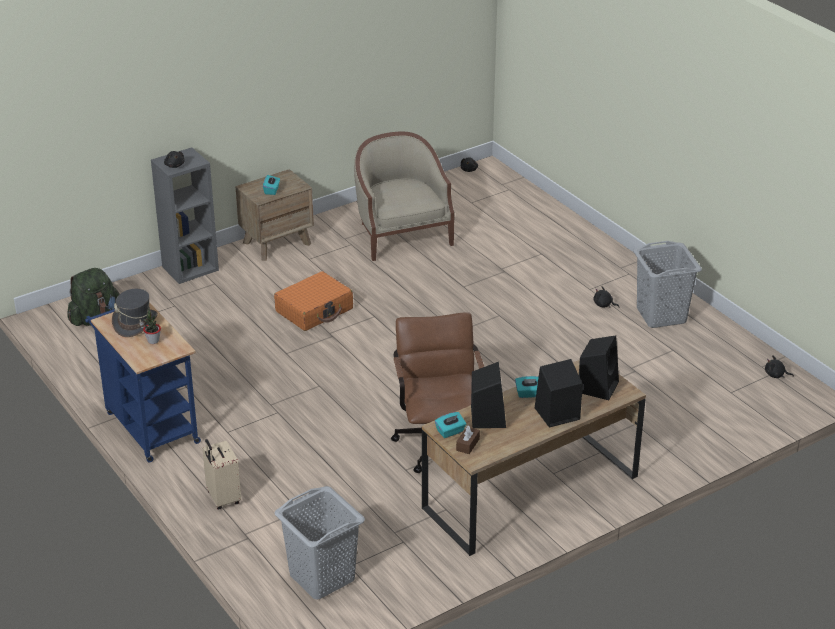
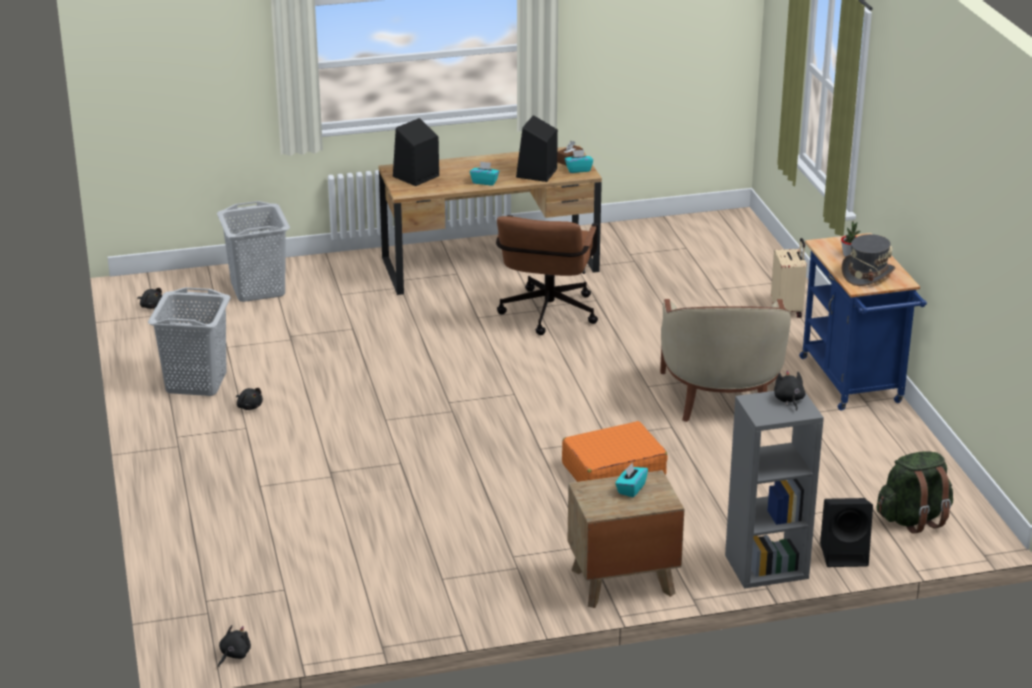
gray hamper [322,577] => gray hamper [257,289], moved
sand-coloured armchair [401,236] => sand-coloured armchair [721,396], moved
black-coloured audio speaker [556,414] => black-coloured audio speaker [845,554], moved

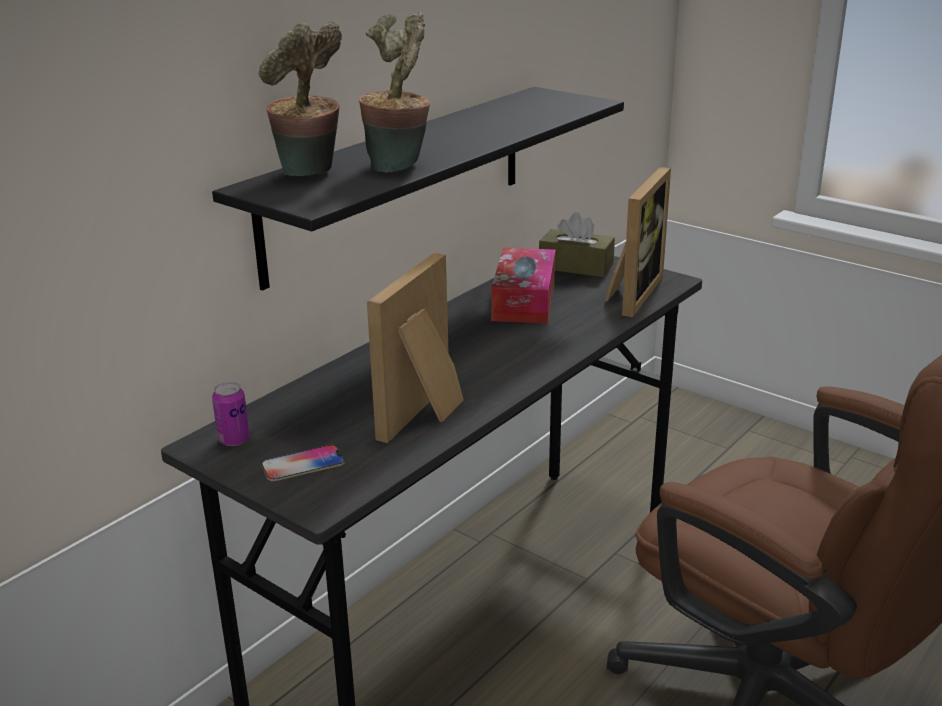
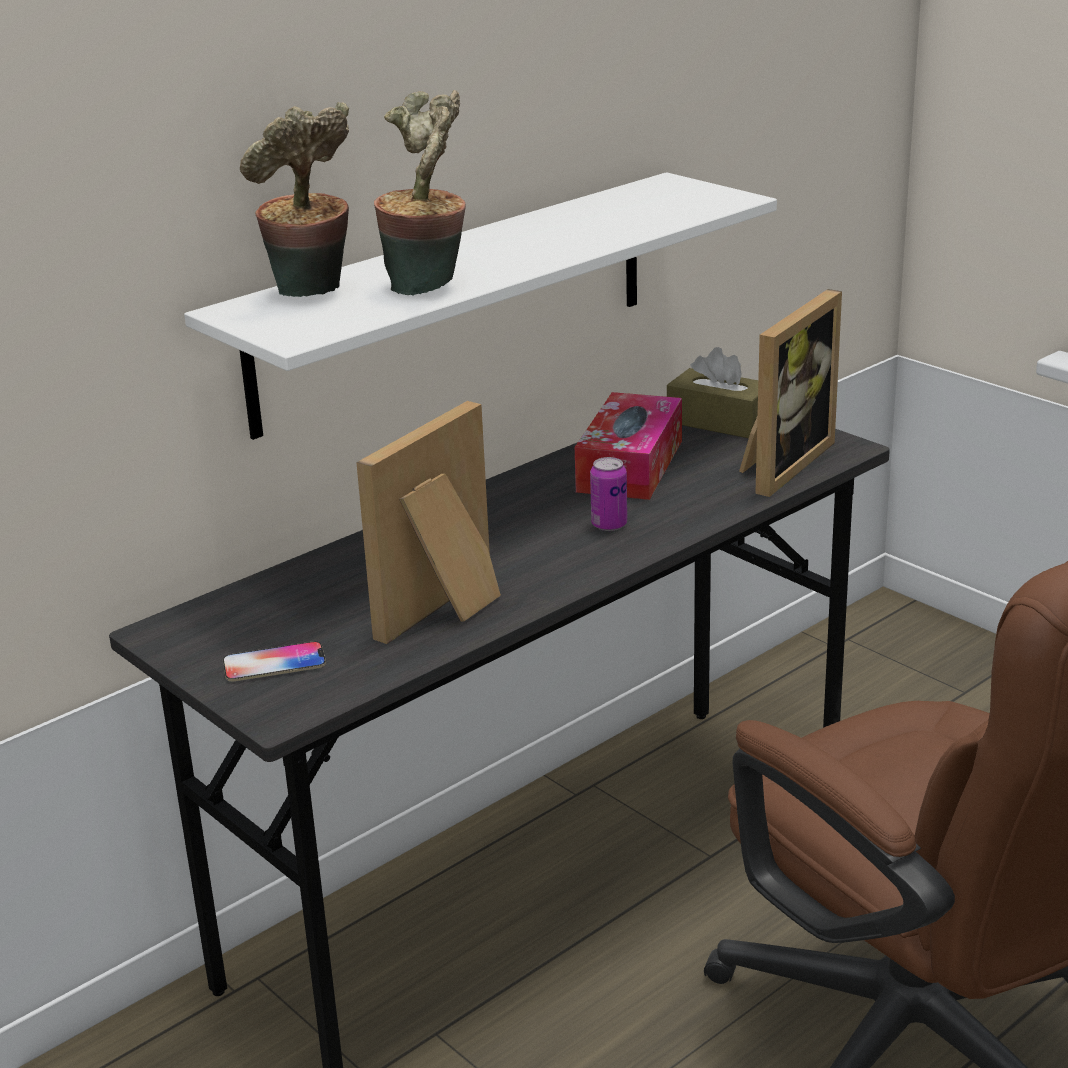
black-coloured shelf [399,181] => white-coloured shelf [454,301]
sealed can [234,440] => sealed can [609,525], moved

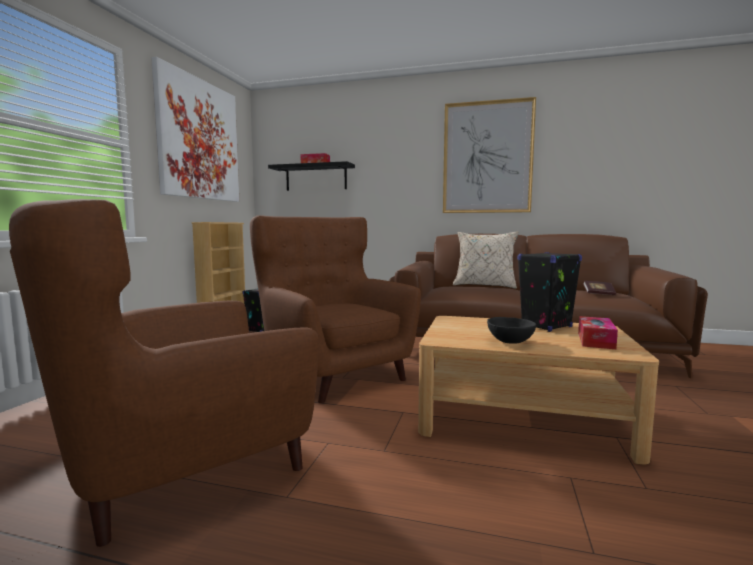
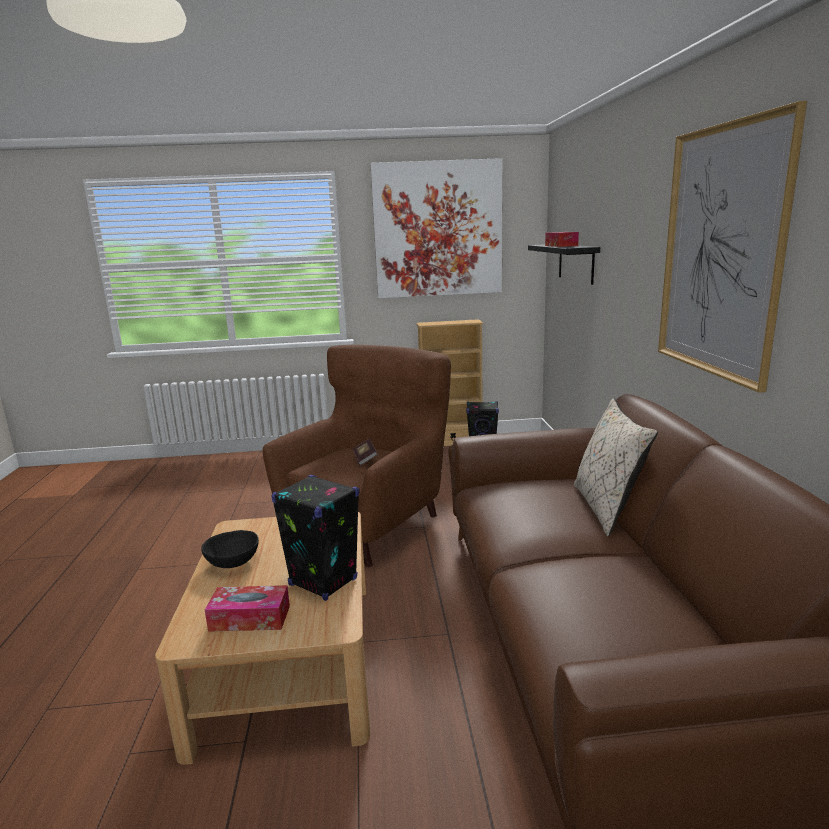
volume [598,294] => volume [365,458], moved
brown-coloured armchair [180,467] => nothing

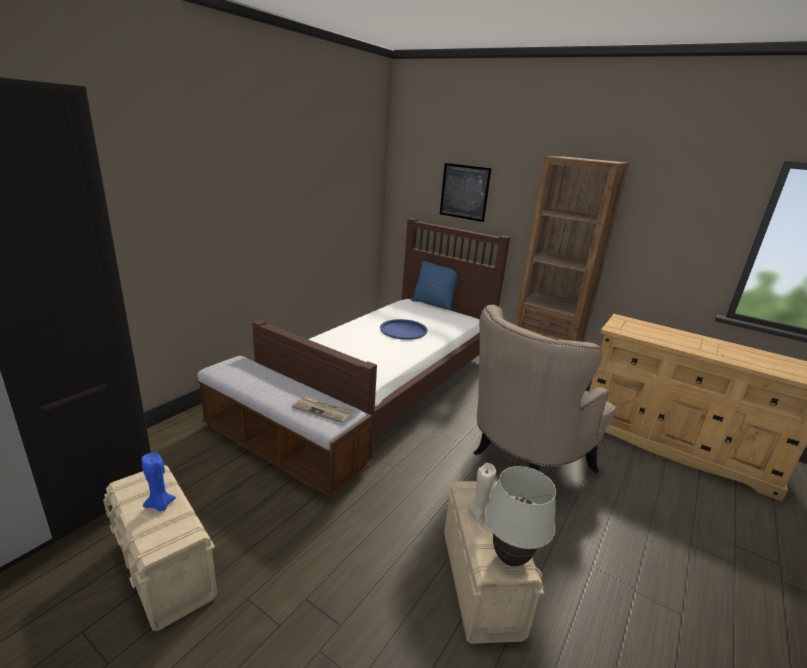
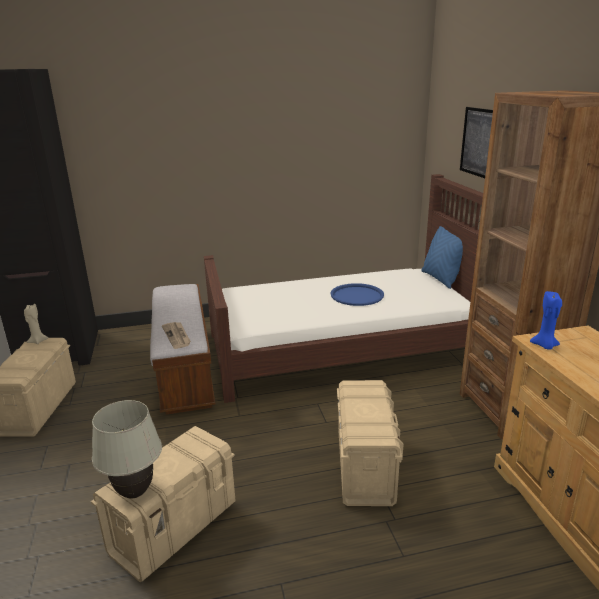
sand-coloured wax light [478,513] => sand-coloured wax light [37,341], moved
sand-coloured armchair [523,460] => sand-coloured storage bin [365,466]
blue wax light [160,505] => blue wax light [544,346], moved

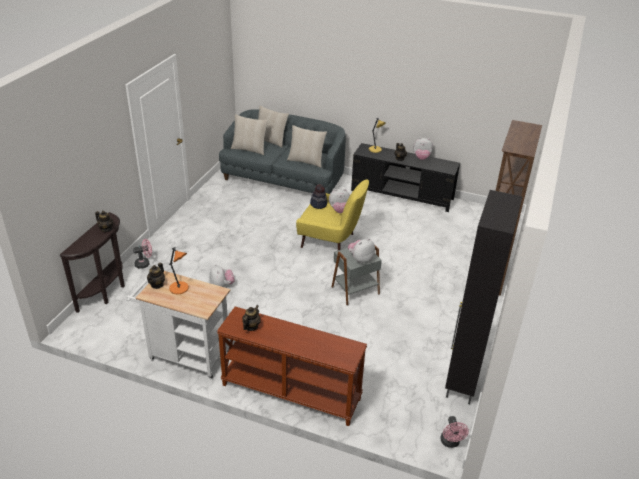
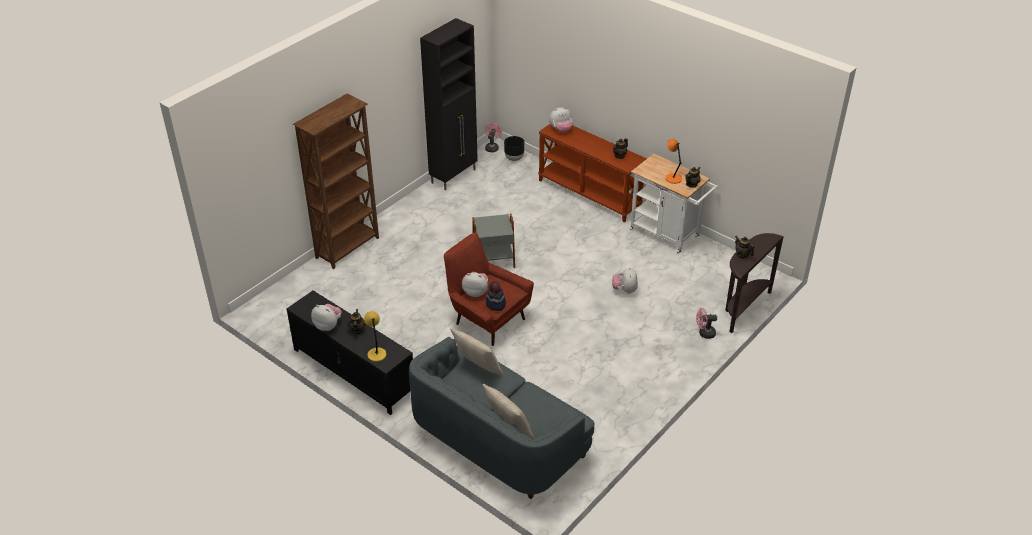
yellow armchair [331,241] => red-coloured armchair [487,319]
nothing => black-coloured planter [514,158]
soft toy [360,259] => soft toy [561,130], moved
sand-coloured throw pillow [249,149] => nothing

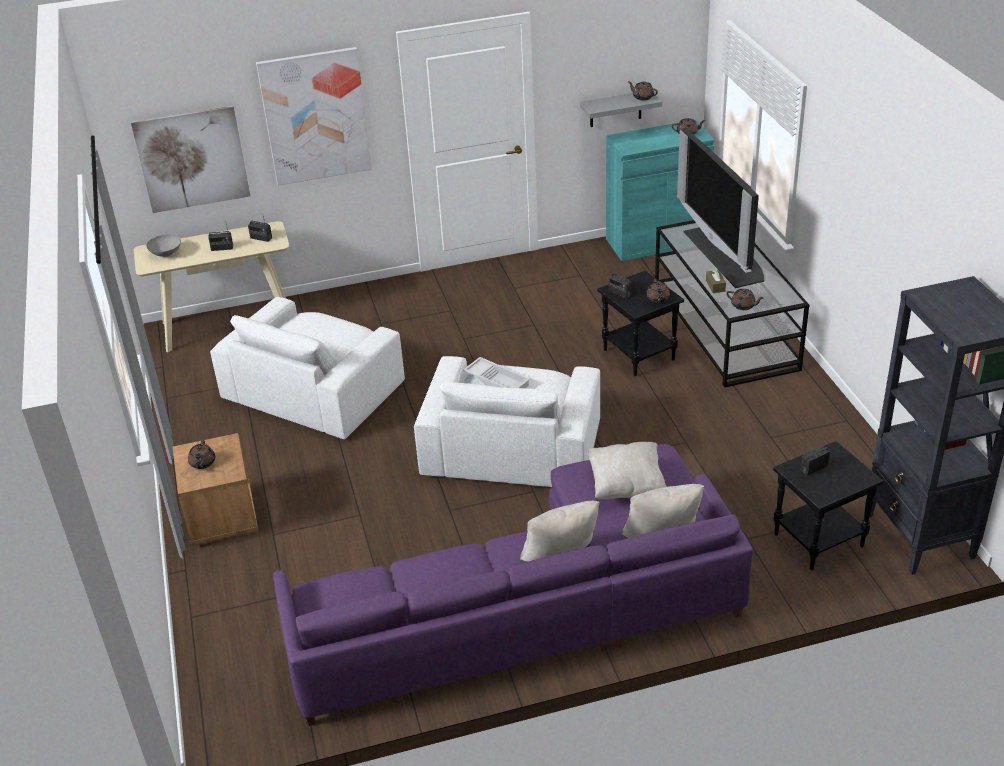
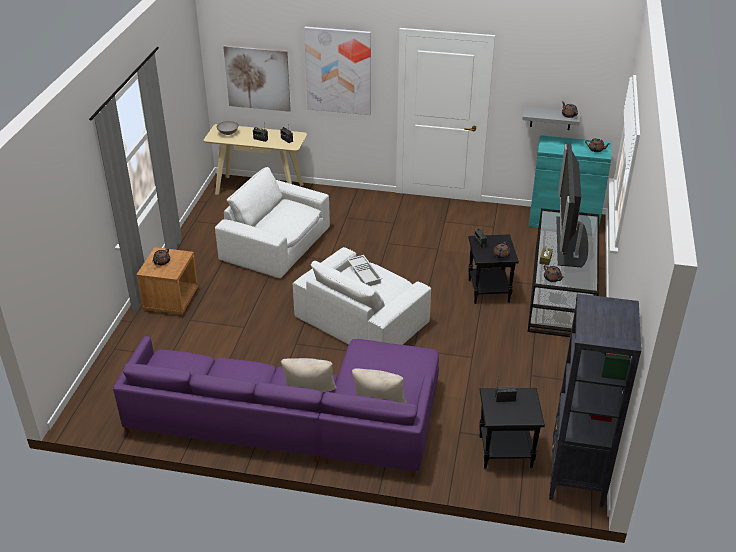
white-coloured armchair [314,389] => white-coloured armchair [277,244], 60 degrees clockwise
sand-coloured throw pillow [626,485] => nothing

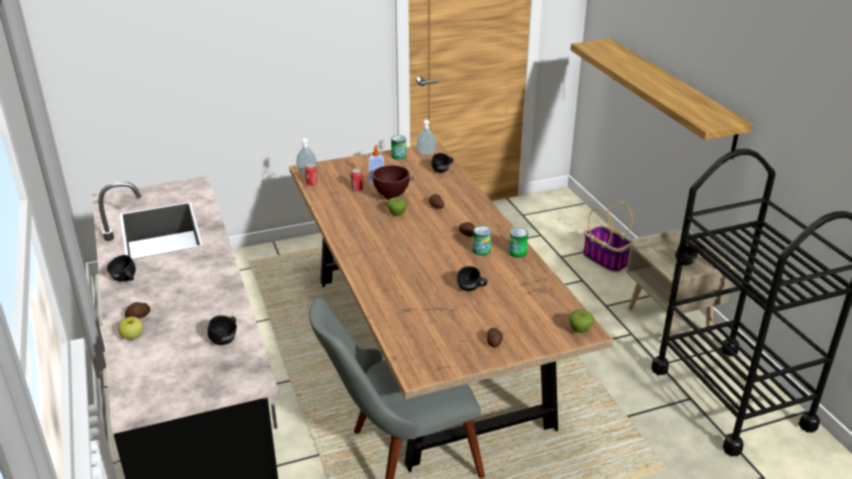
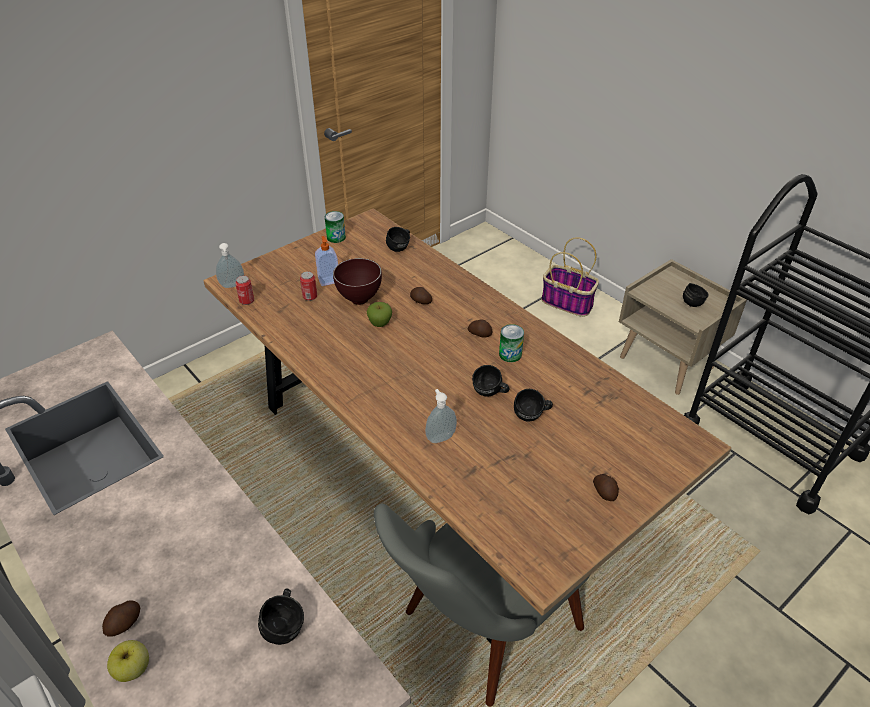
soap dispenser [426,153] => soap dispenser [440,437], moved
black-coloured coffee mug [124,280] => black-coloured coffee mug [490,393], moved
sealed can [517,252] => nothing
apple [579,330] => nothing
shelf [670,96] => nothing

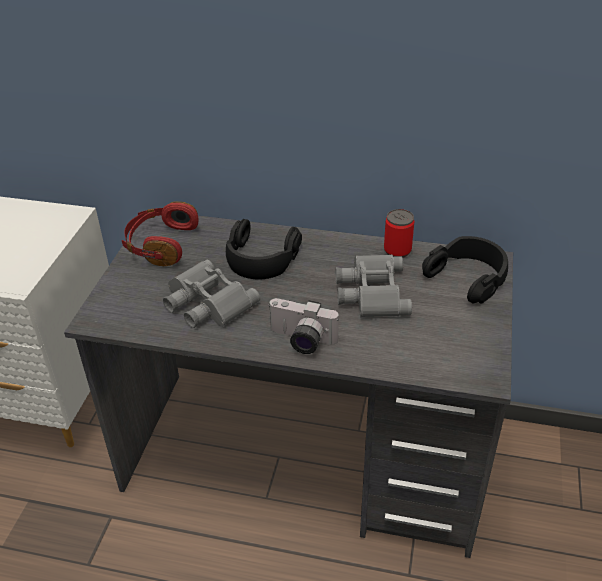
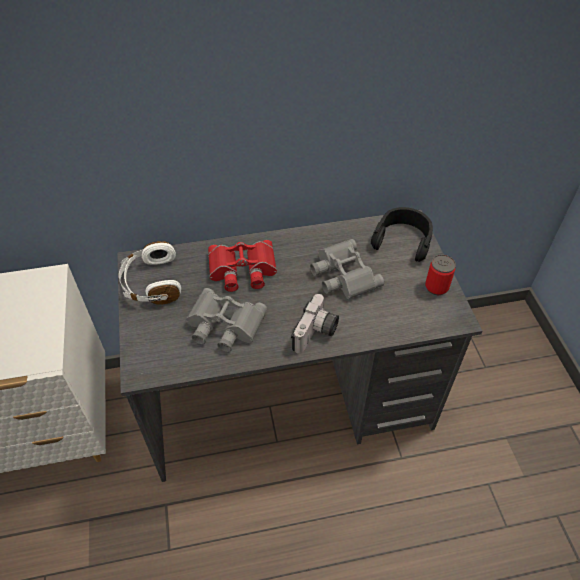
red-coloured headset [160,244] => white-coloured headset [151,283]
black-coloured headset [261,258] => red-coloured binoculars [242,270]
still camera [300,341] => still camera [316,334], 60 degrees counterclockwise
sealed can [397,250] => sealed can [436,287], moved

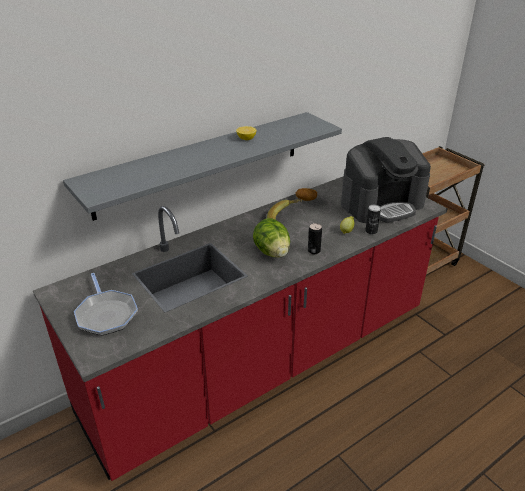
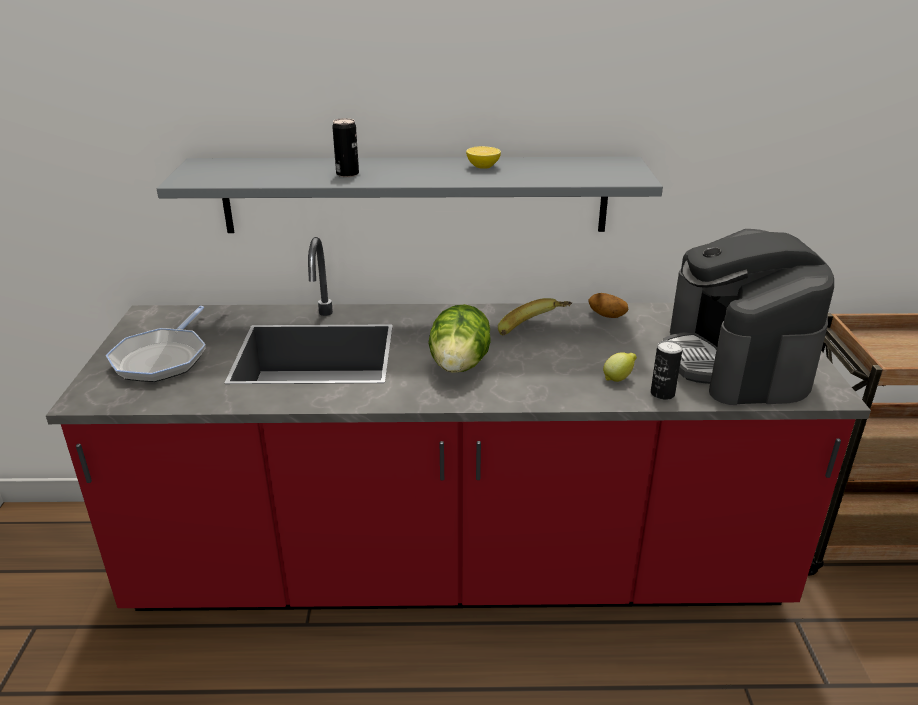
sealed can [314,251] => sealed can [347,174], moved
coffee machine [381,204] => coffee machine [735,361], 75 degrees clockwise

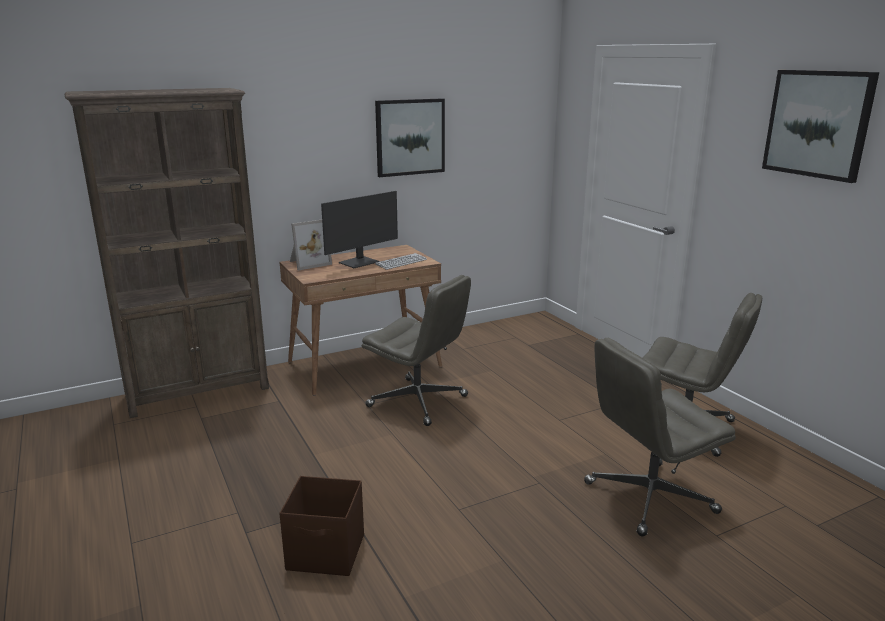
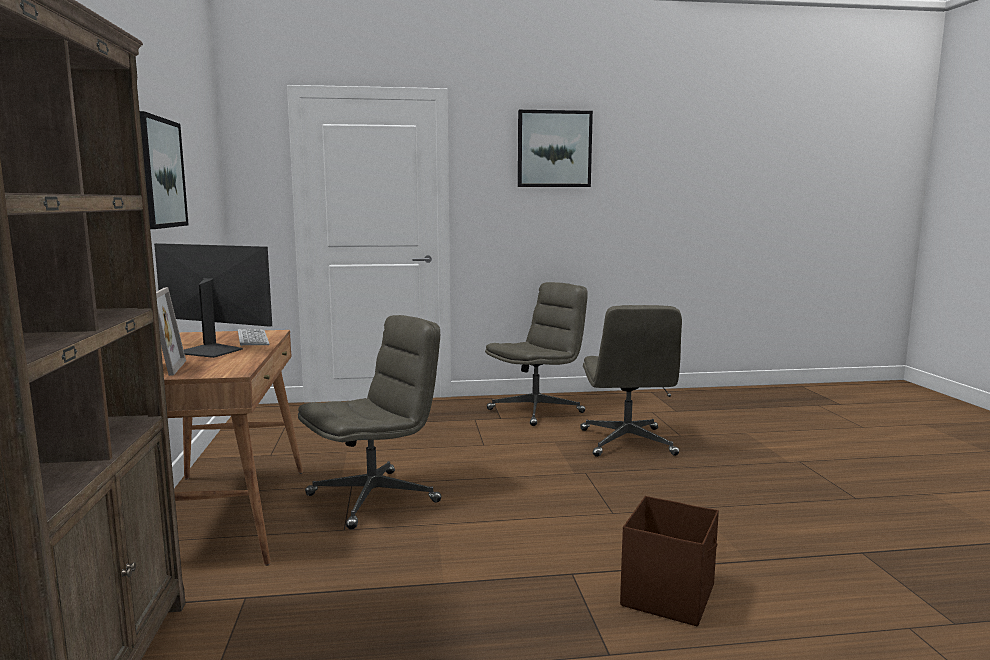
computer screen [360,262] => computer screen [210,351], 45 degrees counterclockwise

